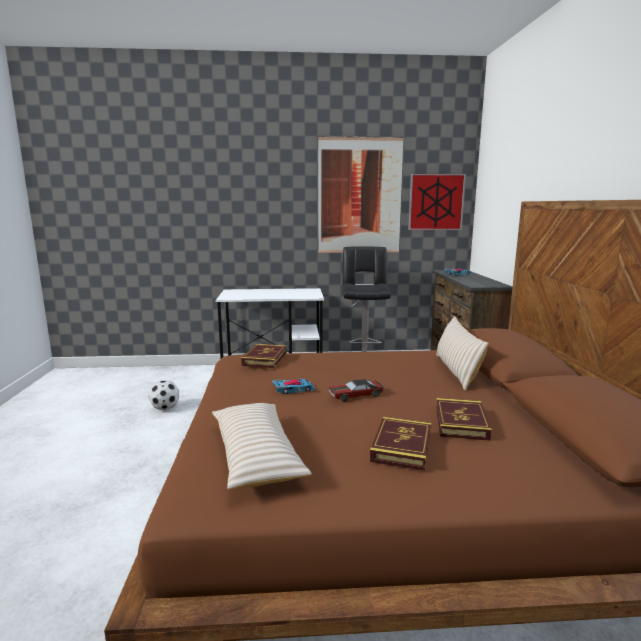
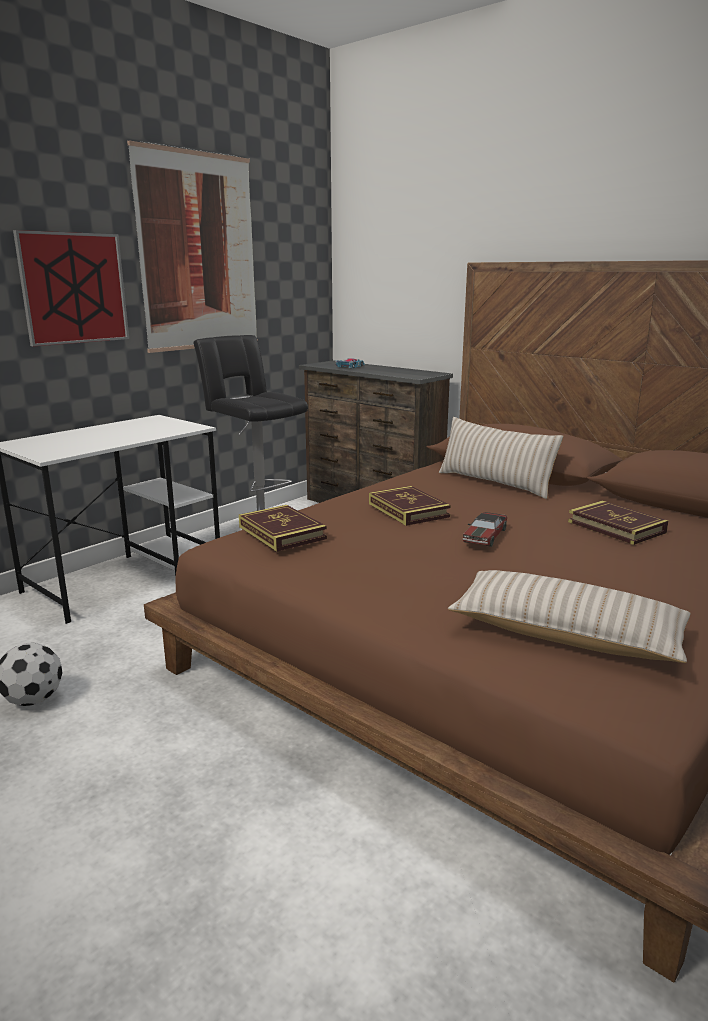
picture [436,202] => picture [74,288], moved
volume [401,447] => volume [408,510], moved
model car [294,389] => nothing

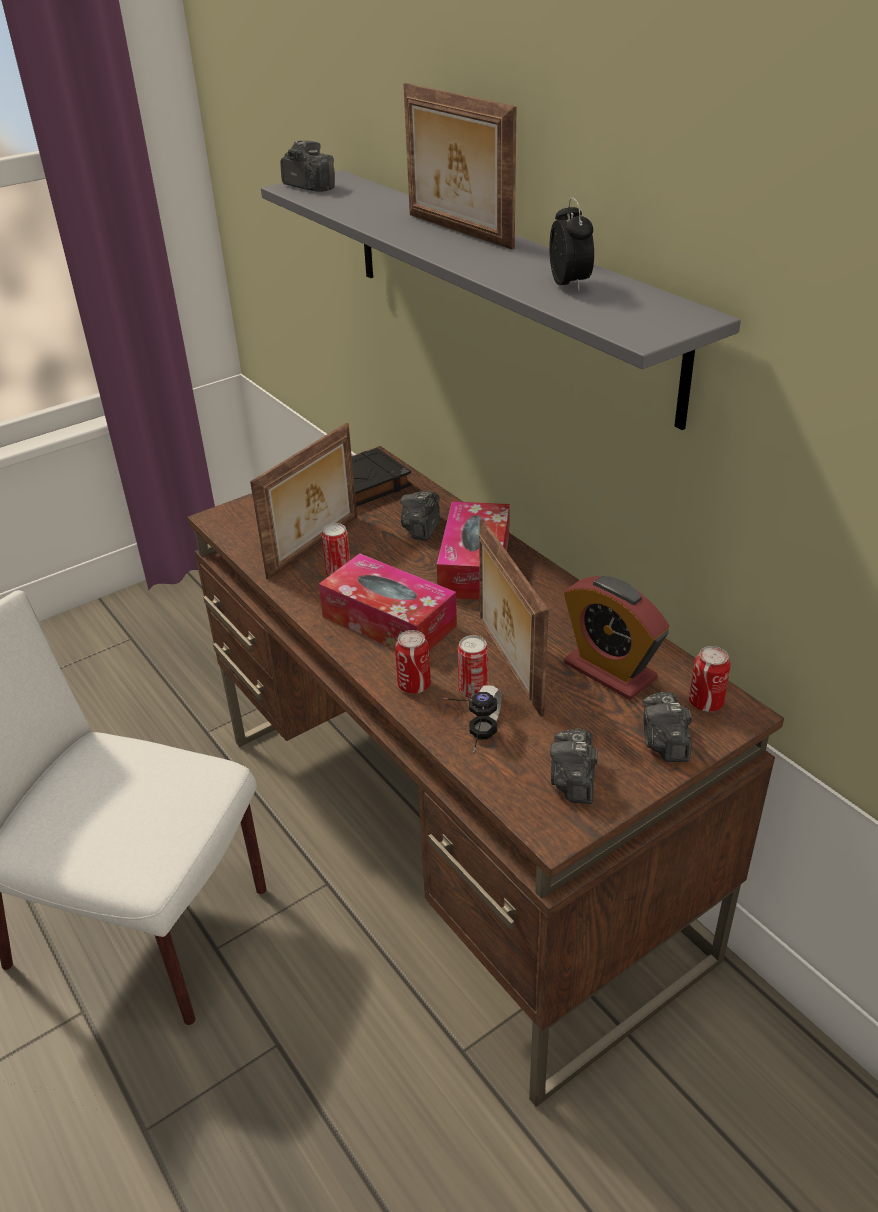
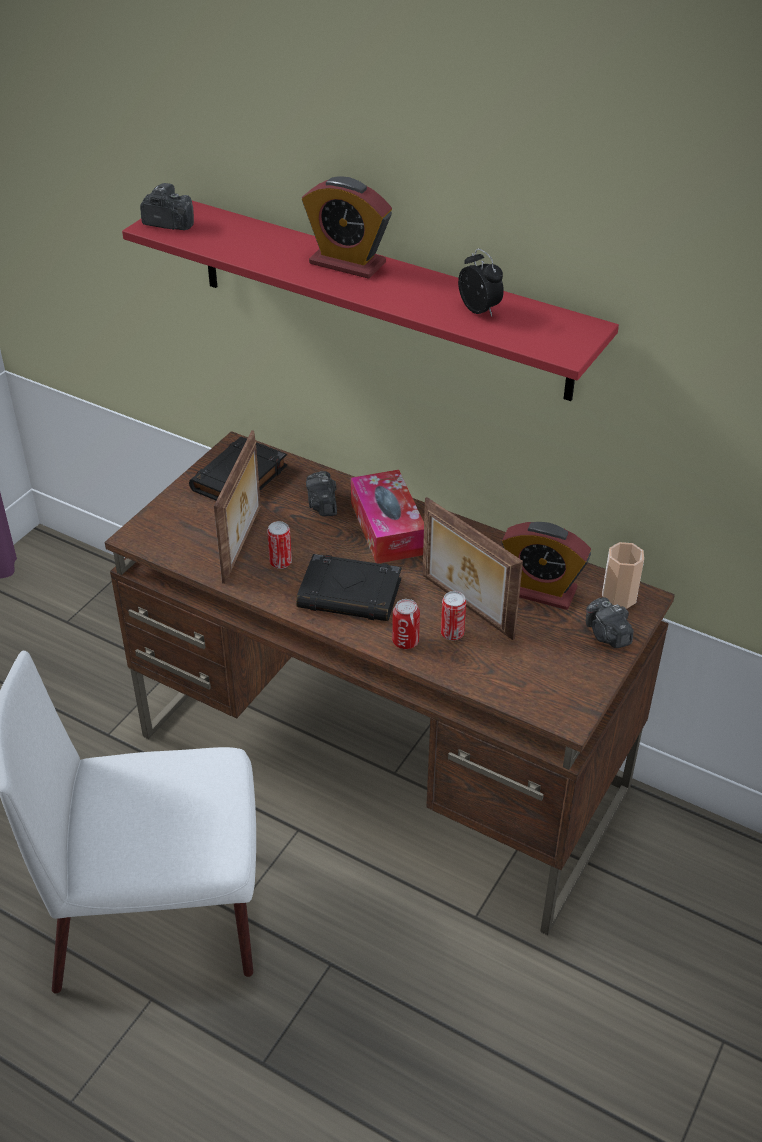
gray shelf [502,286] => red-coloured shelf [381,297]
box of tissues [389,621] => black-coloured volume [351,594]
photo frame [457,231] => bedside clock [347,263]
sealed can [705,702] => small cup [619,597]
headset [467,743] => nothing
still camera [573,781] => nothing

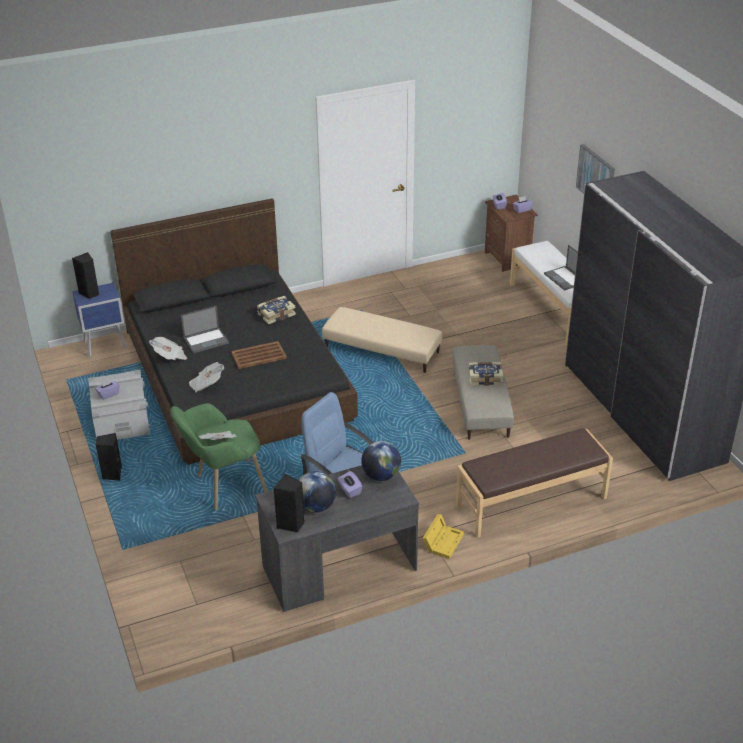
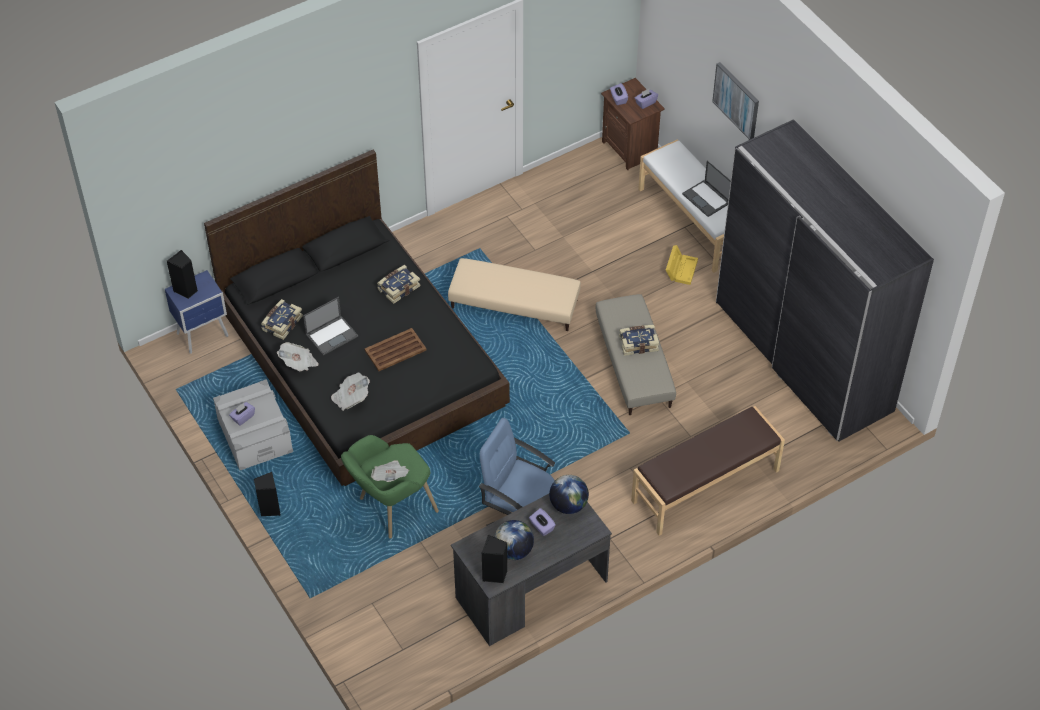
nothing => volume [281,323]
yellow storage bin [443,541] => yellow storage bin [681,269], moved

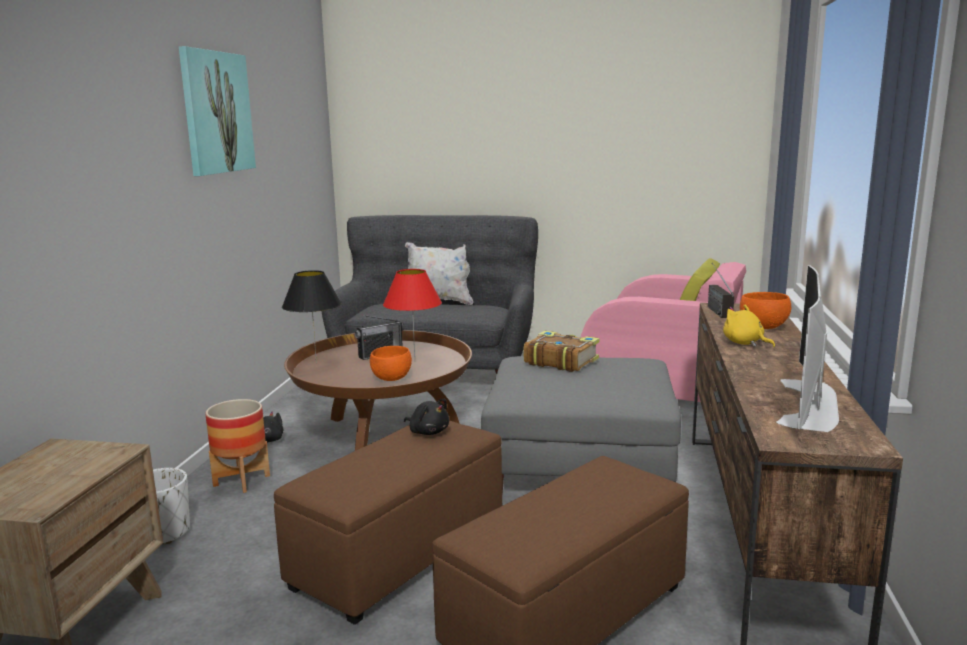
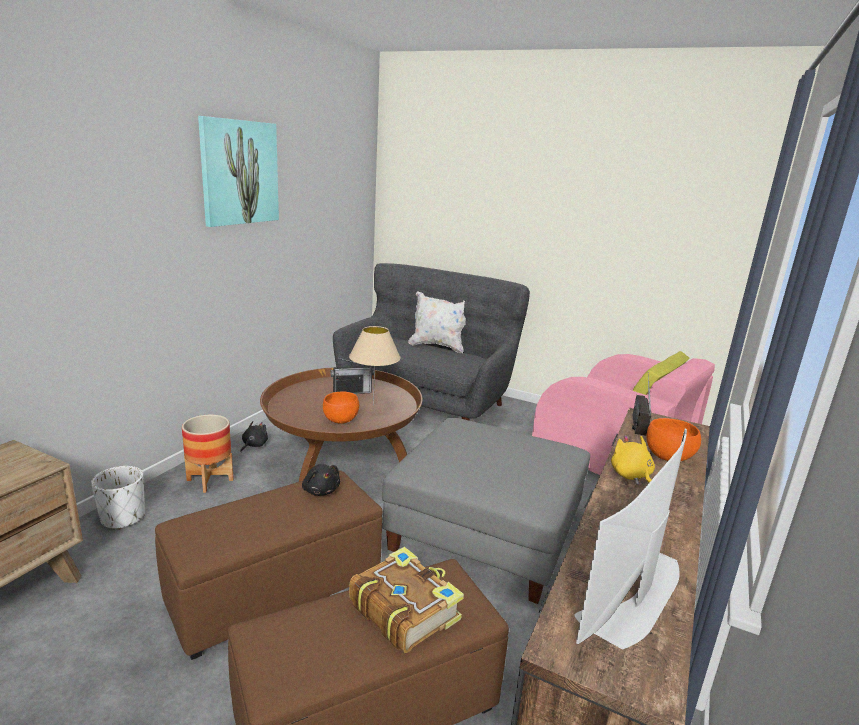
red-coloured lamp for a table [415,361] => sand-coloured lamp for a table [373,405]
volume [560,361] => volume [404,609], moved
black-coloured lamp for a table [316,363] => nothing

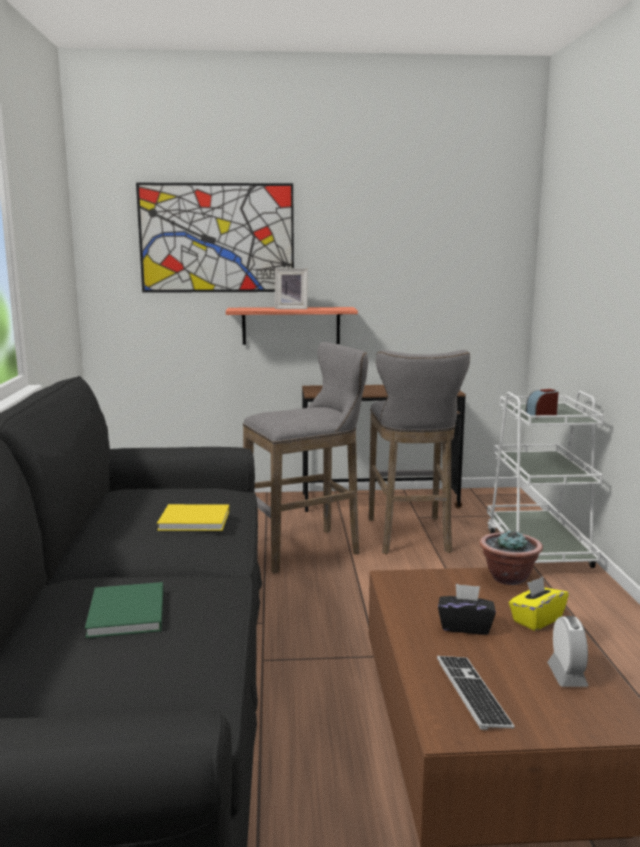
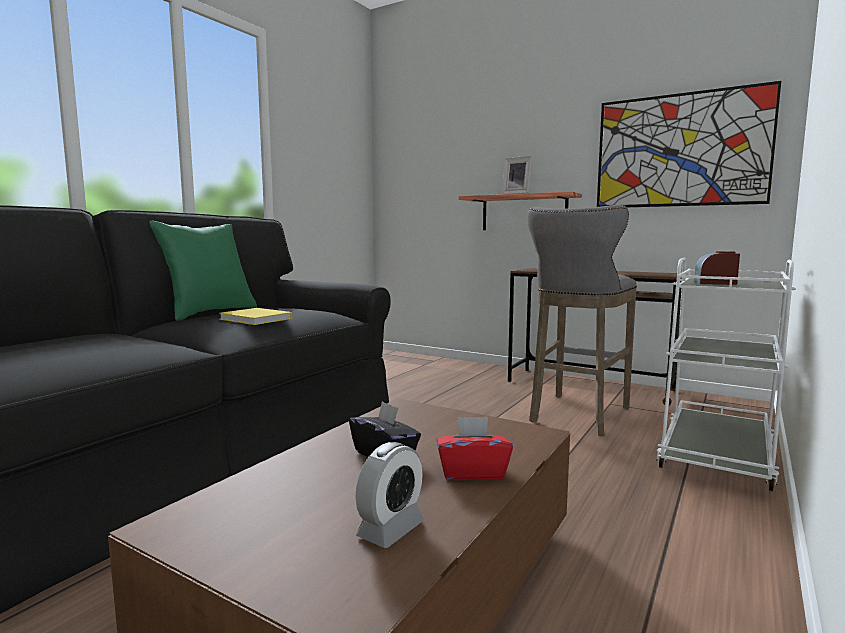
nothing => greenish throw pillow [209,313]
yellow box of tissues [536,619] => red-coloured box of tissues [472,472]
picture [217,238] => picture [680,150], moved
greenish volume [126,614] => nothing
gray sitting stool [307,548] => nothing
keyboard [472,693] => nothing
plant in a pot [508,577] => nothing

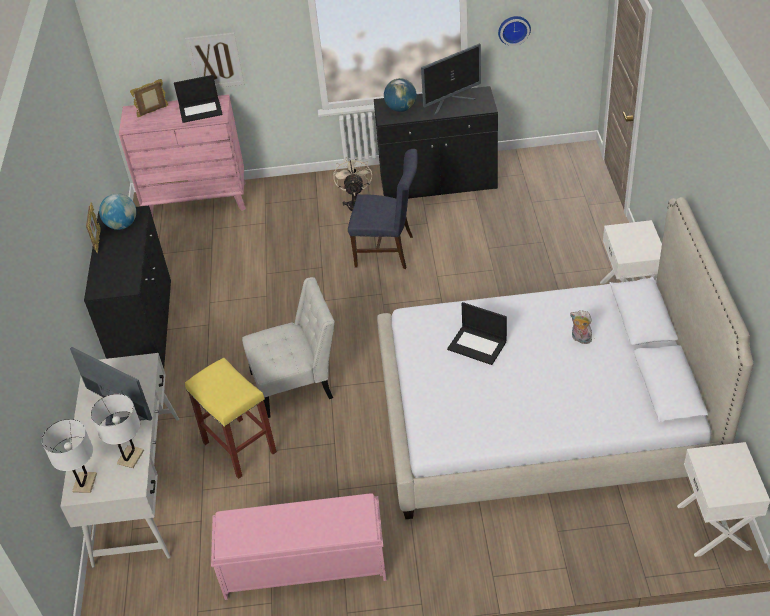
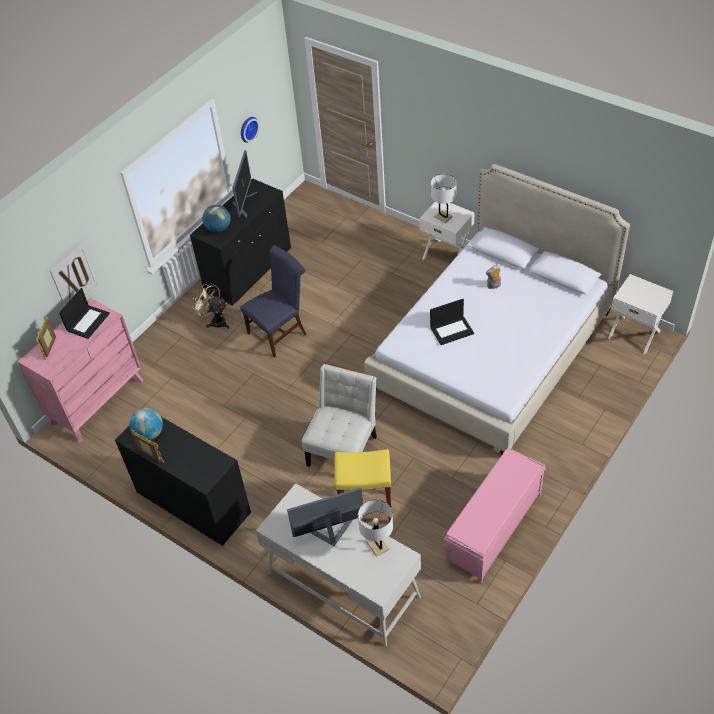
white-coloured lamp for a table [85,483] => white-coloured lamp for a table [443,217], moved

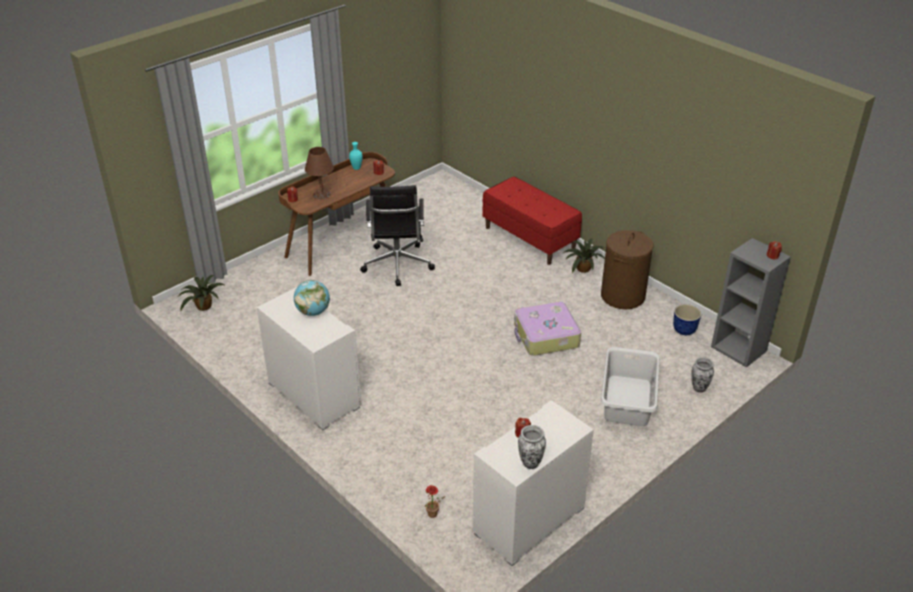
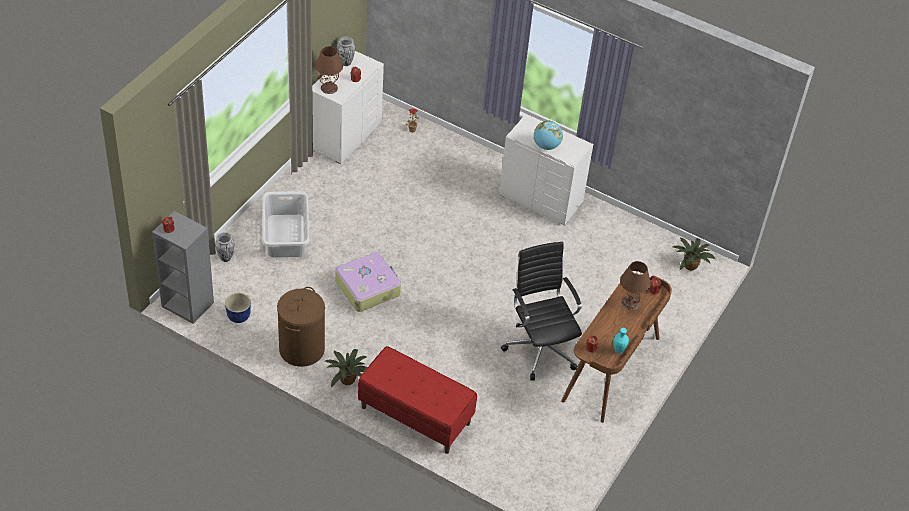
nothing => brown-coloured lamp for a table [329,88]

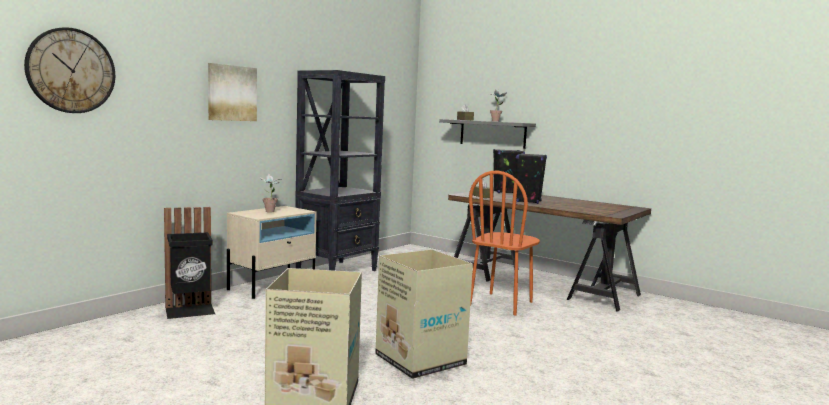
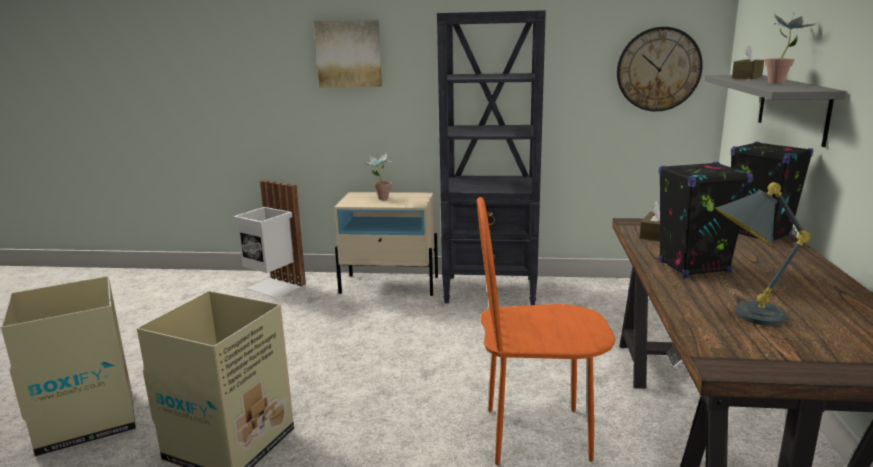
black-coloured trash can [190,311] => white-coloured trash can [274,287]
hanging clock [71,71] => hanging clock [658,69], moved
nothing => gray lamp for a table [742,316]

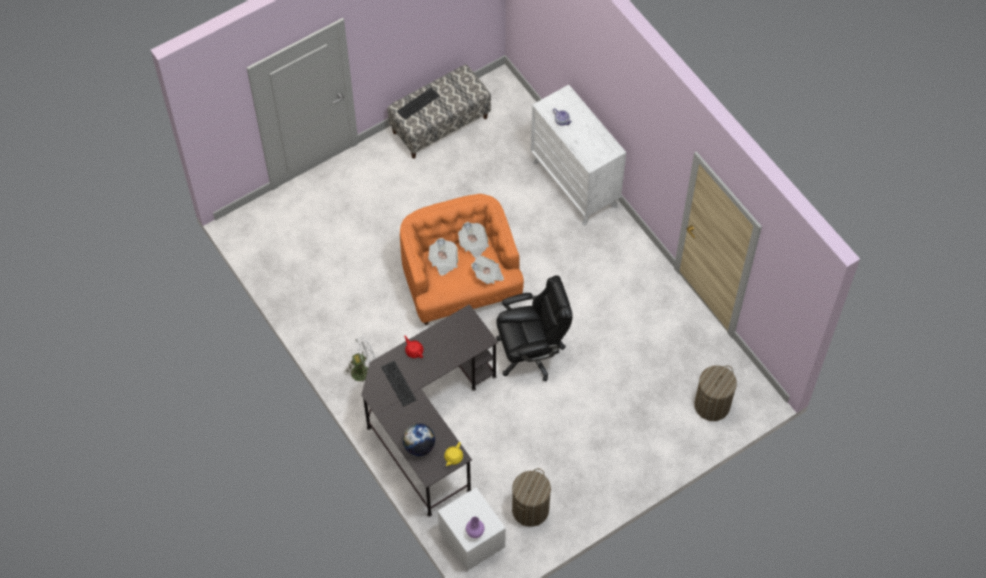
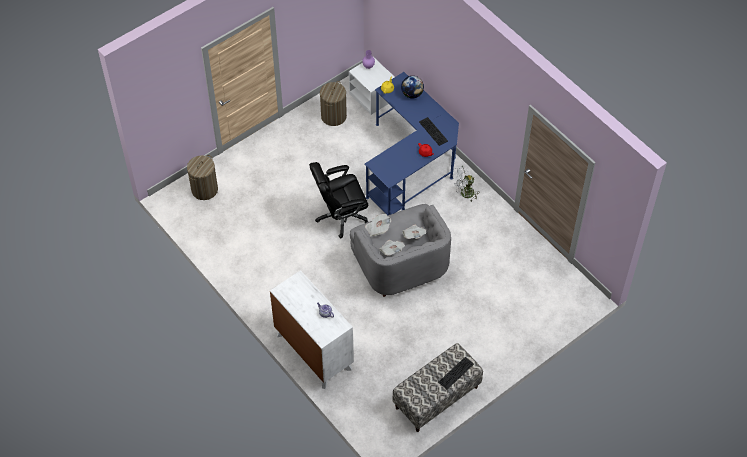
orange-coloured armchair [460,282] => gray armchair [401,263]
black-coloured desk table [428,422] => blue desk table [412,164]

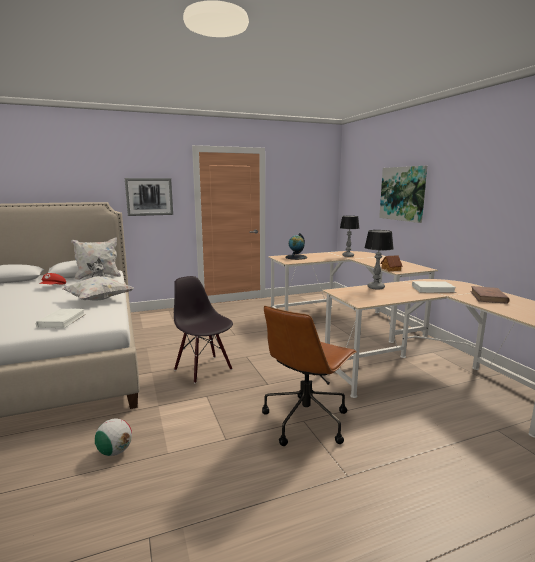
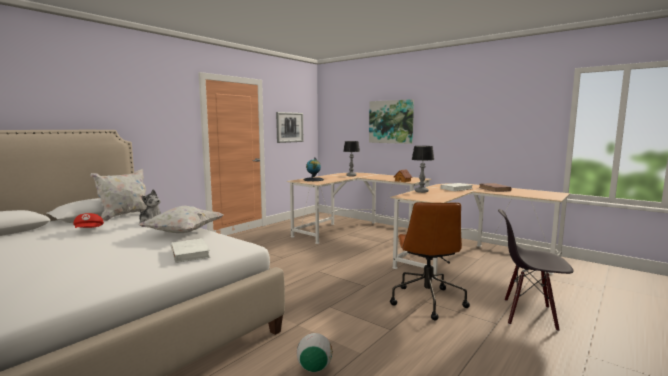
picture [149,196] => picture [289,127], moved
black-coloured chair [204,369] => black-coloured chair [528,315], moved

